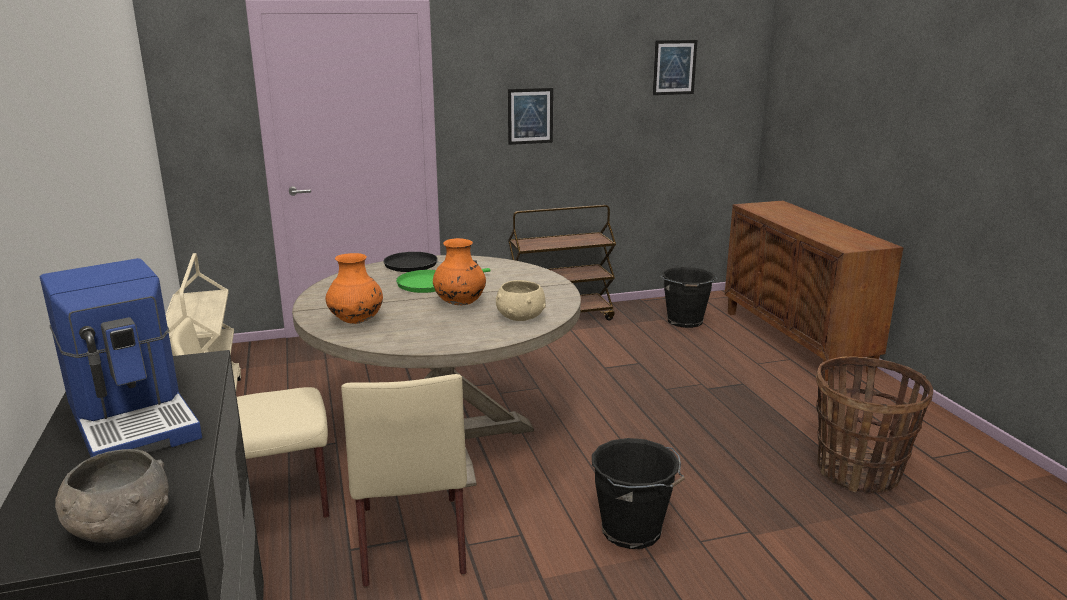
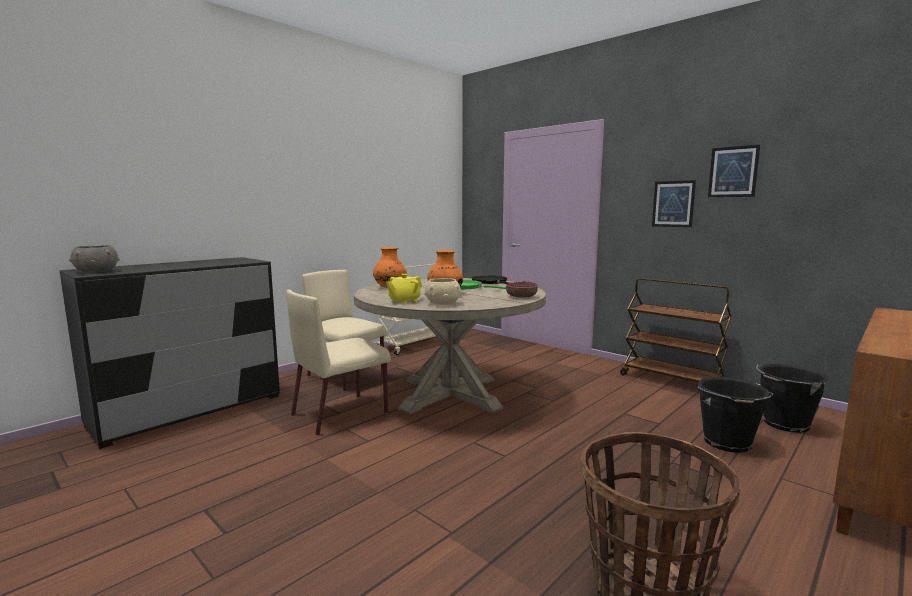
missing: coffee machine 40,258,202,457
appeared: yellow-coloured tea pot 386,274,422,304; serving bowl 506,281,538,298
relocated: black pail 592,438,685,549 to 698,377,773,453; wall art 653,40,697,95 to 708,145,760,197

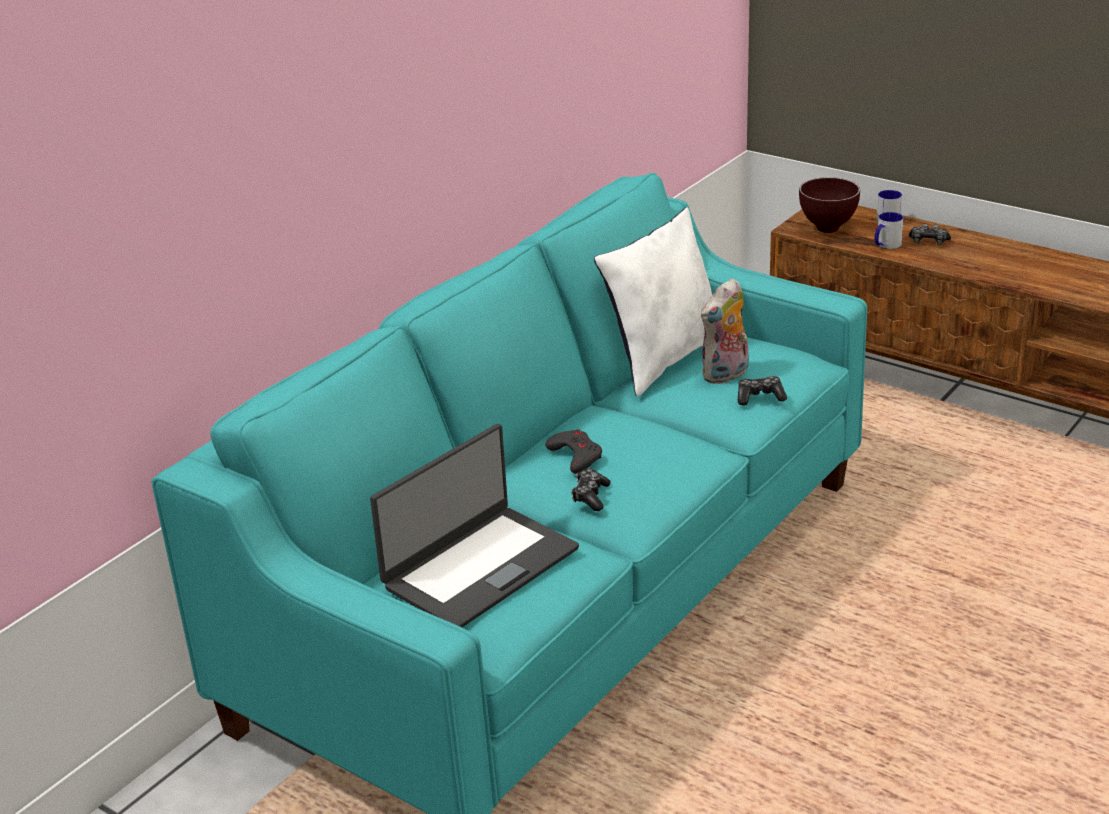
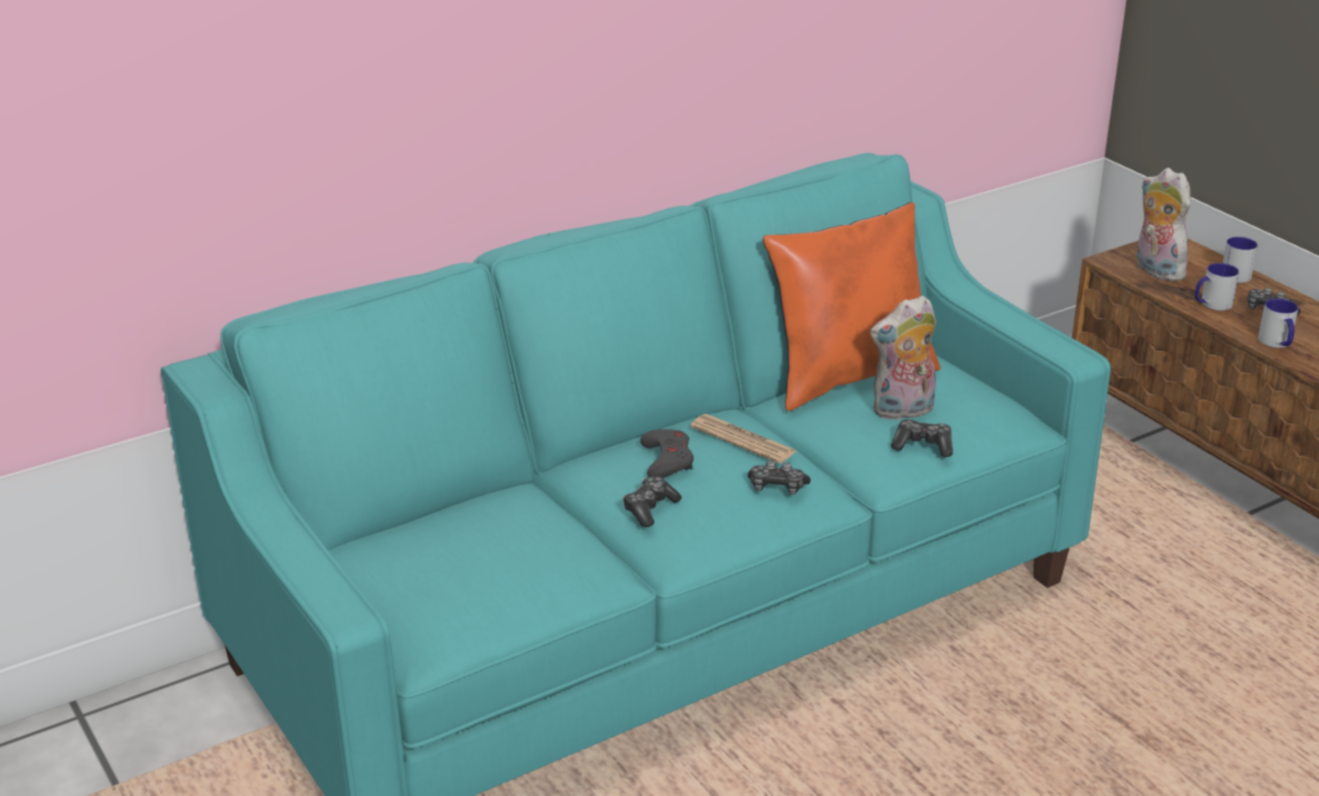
missing: portable computer 370,424,579,627
appeared: printed paper 690,414,796,464; joypad 748,461,811,495; coffee mug 1258,298,1298,348
exchanged: brown serving bowl 799,177,860,233 to soft toy 1136,168,1191,281
colour: whitish pillow 594,208,712,396 to orange pillow 763,202,941,411

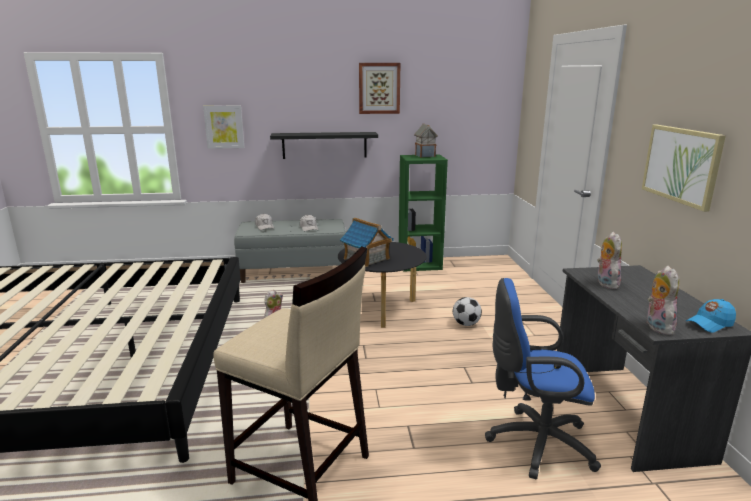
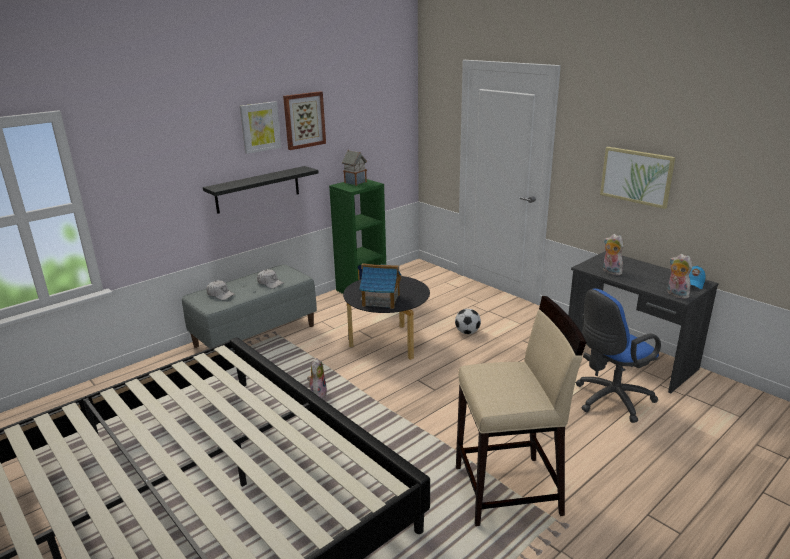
relocated: wall art 203,106,244,149 to 240,101,281,154

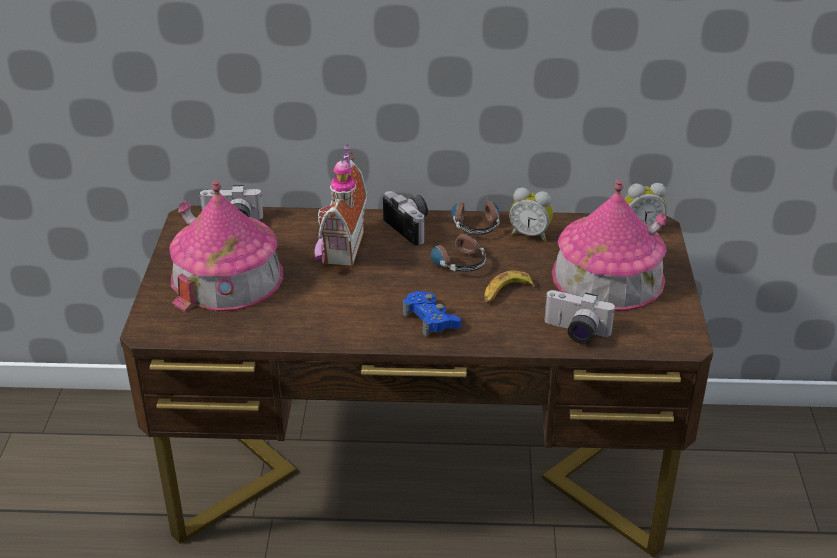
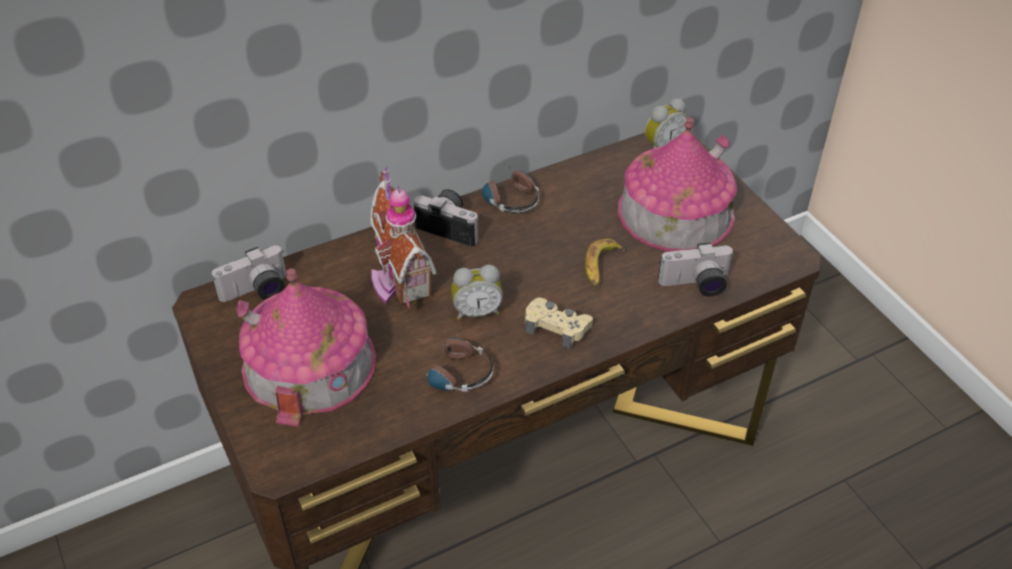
relocated: pair of headphones 431,230,486,272 to 417,337,493,392; bedside clock 509,187,553,241 to 451,265,503,320
colour: blue joypad 402,291,461,337 to beige-coloured joypad 525,298,593,349

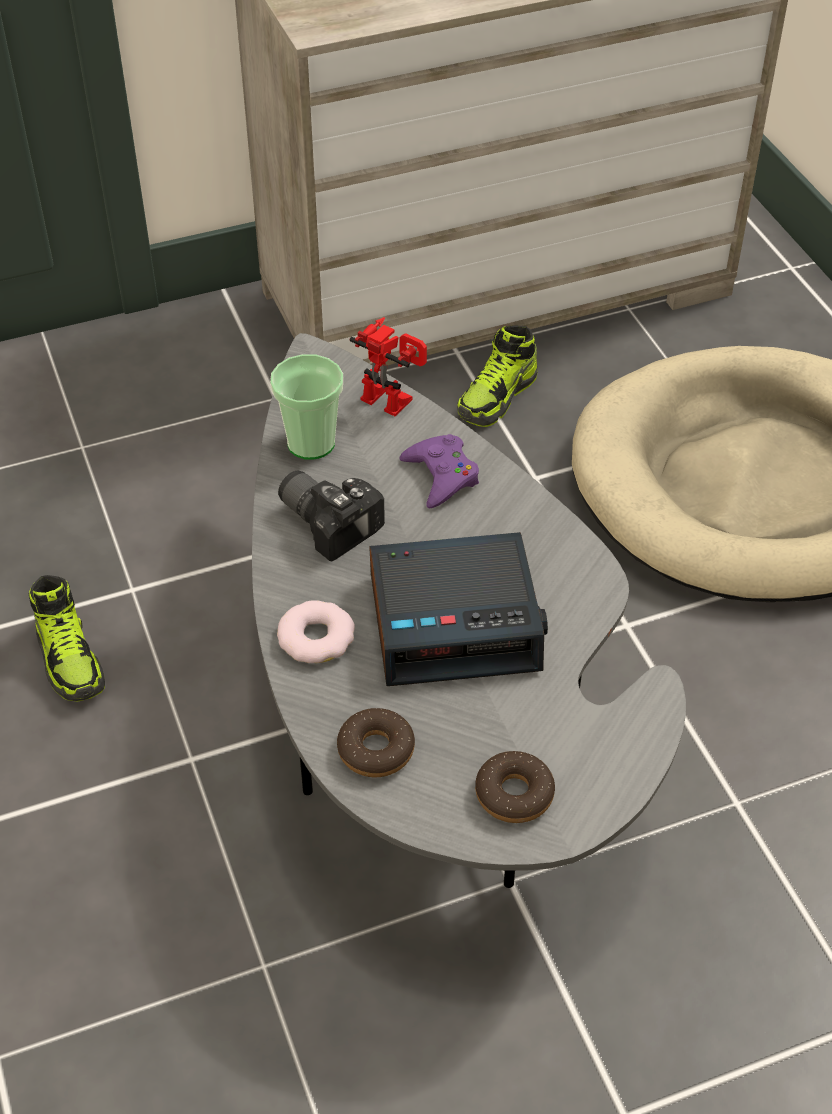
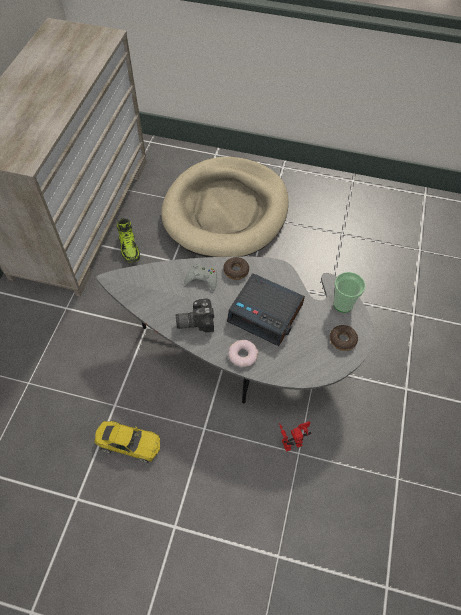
relocated: small cup 270,354,343,460 to 333,272,366,313; donut 337,708,415,777 to 223,257,249,280; model robot 349,317,427,416 to 279,422,311,452
exchanged: low shoe 28,575,105,701 to yellow-coloured model car 94,421,160,463
colour: purplish joypad 400,434,479,508 to grey joypad 184,263,217,291
spun: bedside clock 369,532,548,686 = 227,273,305,346 90 degrees clockwise

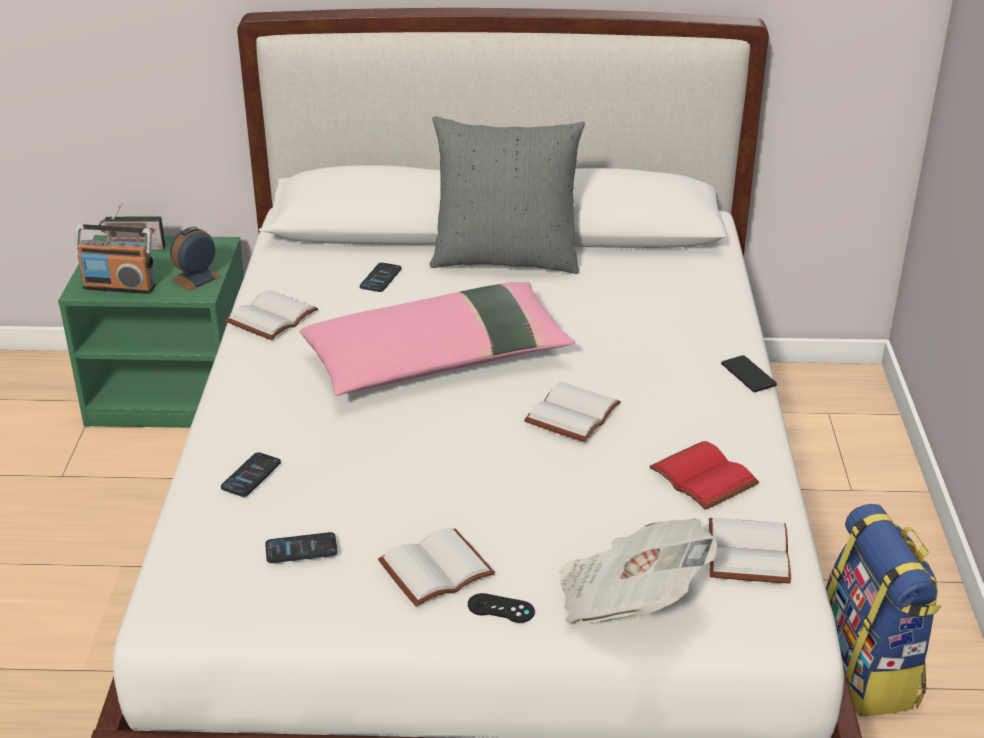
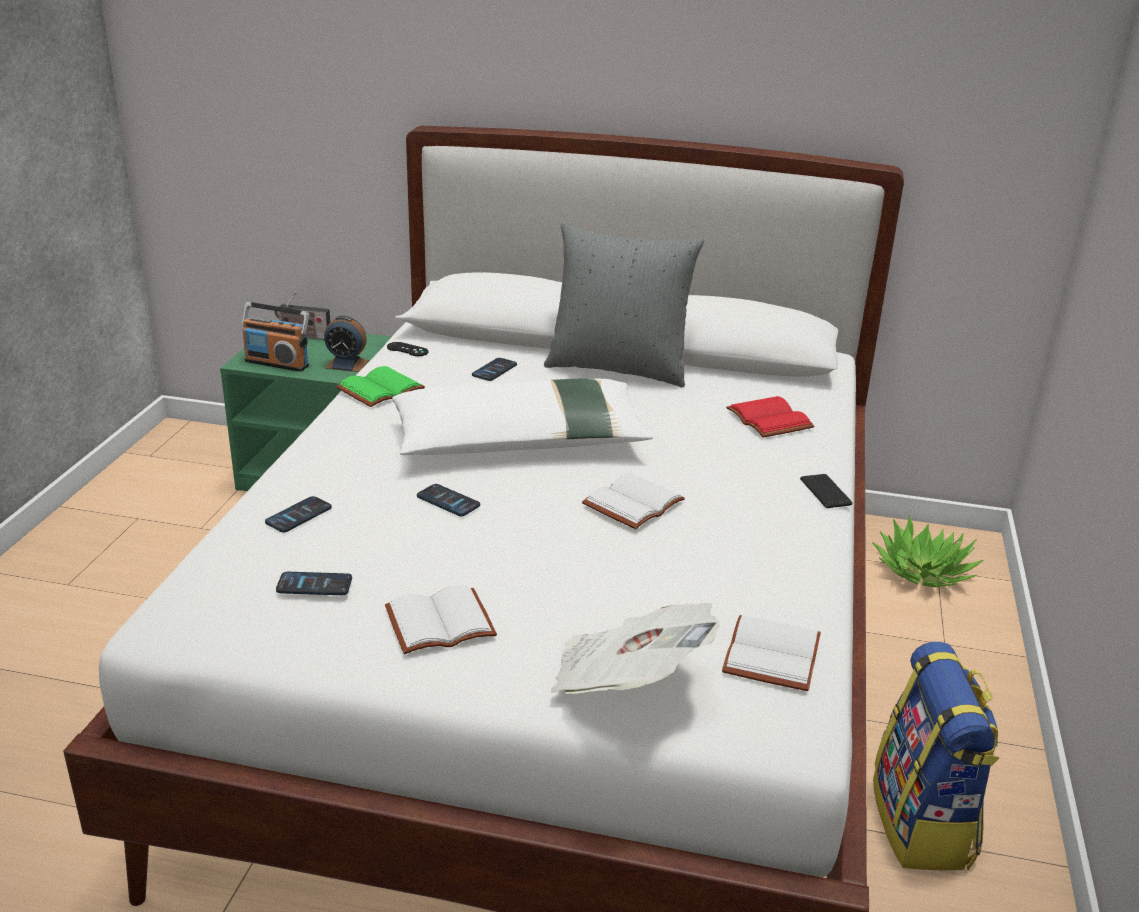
appeared: handset 417,484,480,516; plant in a pot 873,515,983,587
relocated: black joypad 468,593,535,623 to 387,342,428,356; red-coloured bound book 649,441,759,510 to 726,396,814,437
colour: whitish bound book 225,290,318,340 to green bound book 336,366,425,407; pink-coloured pillow 299,282,575,396 to whitish pillow 392,378,653,455
spun: bedside clock 170,226,222,291 = 324,316,369,372 135 degrees counterclockwise

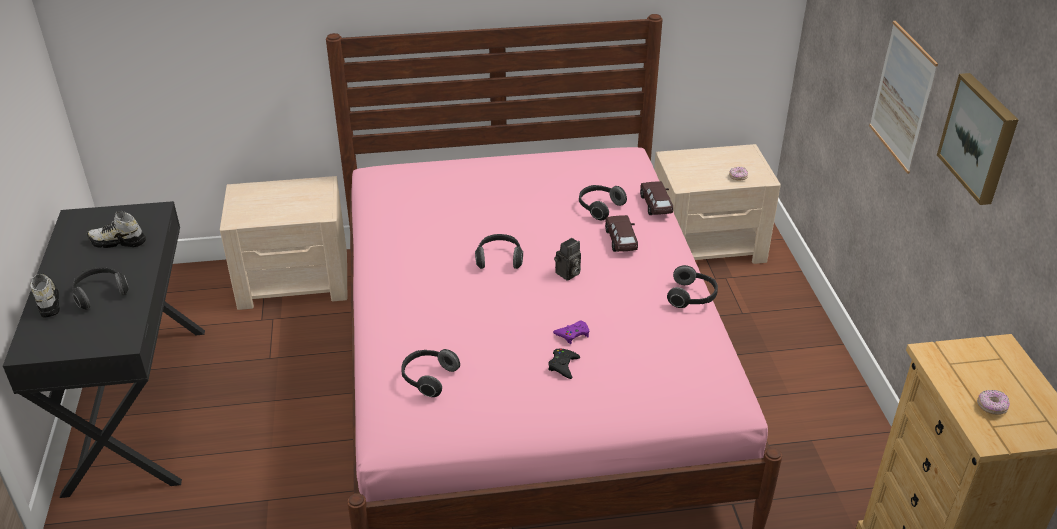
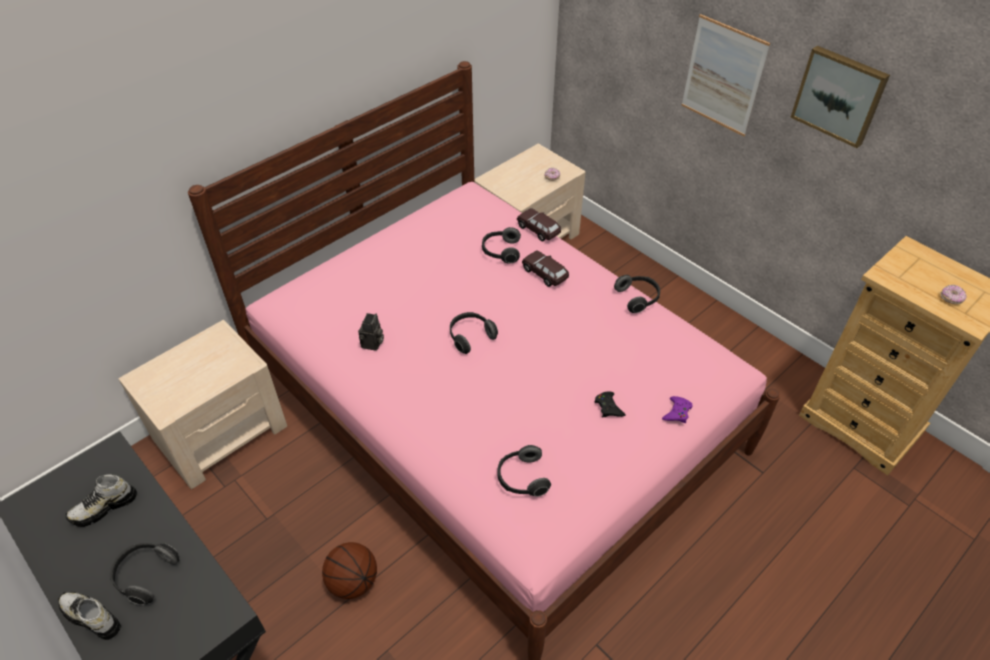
appeared: ball for basketball 322,542,377,599
relocated: purplish joypad 553,321,590,344 to 662,396,692,423; photo camera 554,238,581,281 to 358,313,384,351

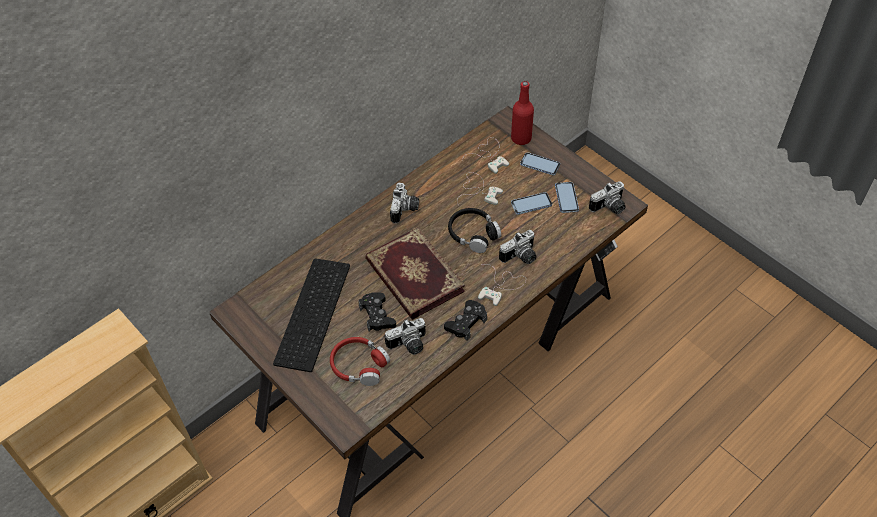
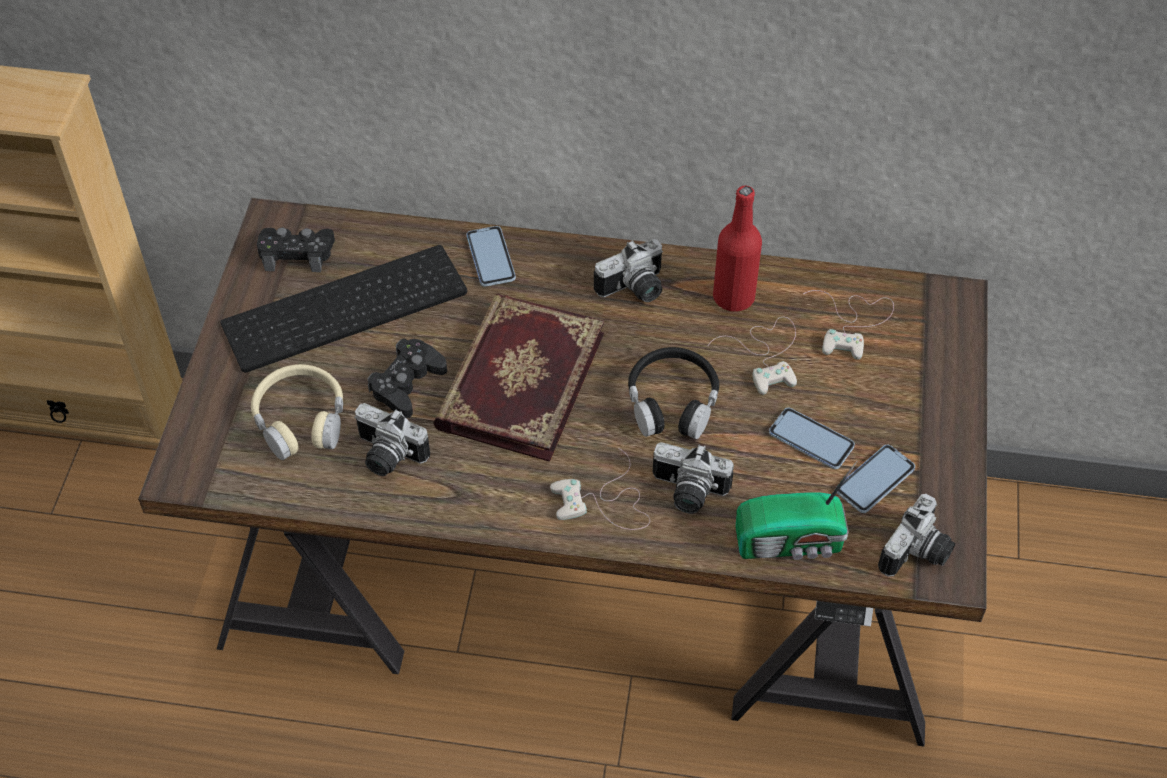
appeared: radio receiver 736,461,857,560
relocated: black joypad 444,300,487,341 to 257,228,335,272; red-coloured beverage bottle 511,81,534,145 to 713,186,762,312; handset 520,152,560,175 to 466,226,516,287
colour: red-coloured pair of headphones 330,337,390,386 to beige-coloured pair of headphones 251,364,343,460
spun: photo camera 589,181,626,214 = 878,494,955,577 75 degrees counterclockwise

